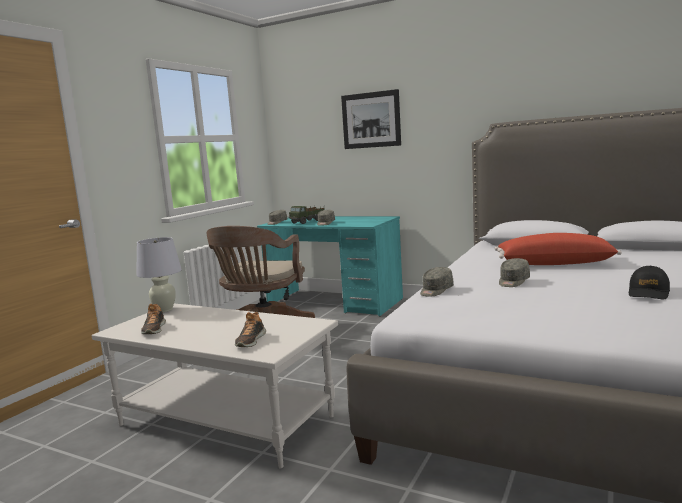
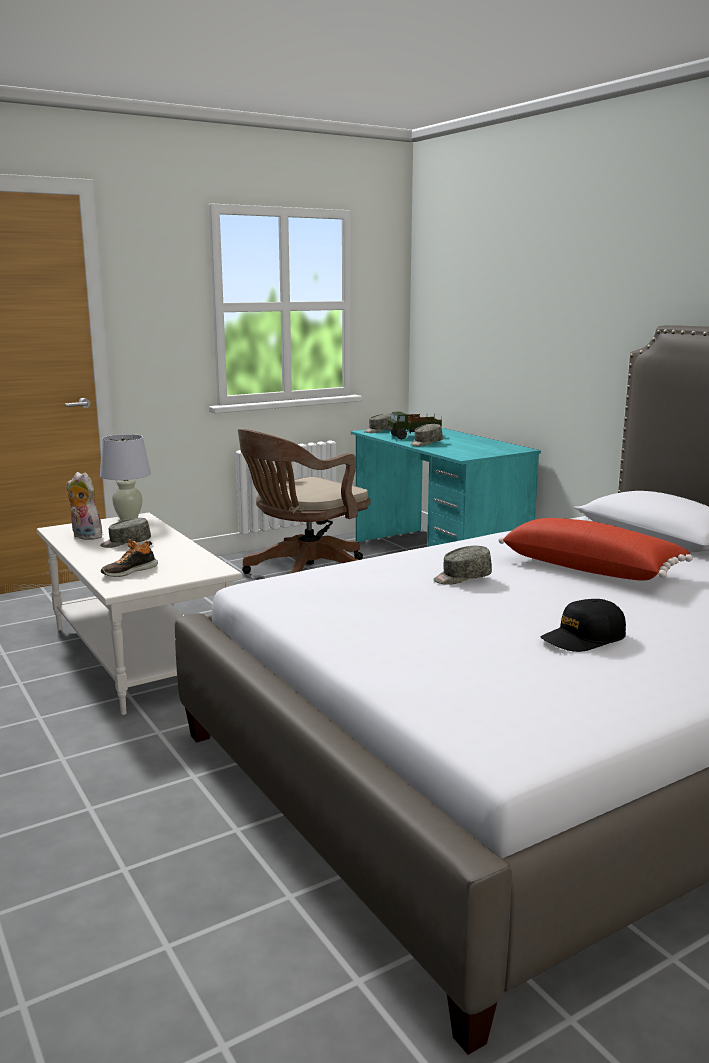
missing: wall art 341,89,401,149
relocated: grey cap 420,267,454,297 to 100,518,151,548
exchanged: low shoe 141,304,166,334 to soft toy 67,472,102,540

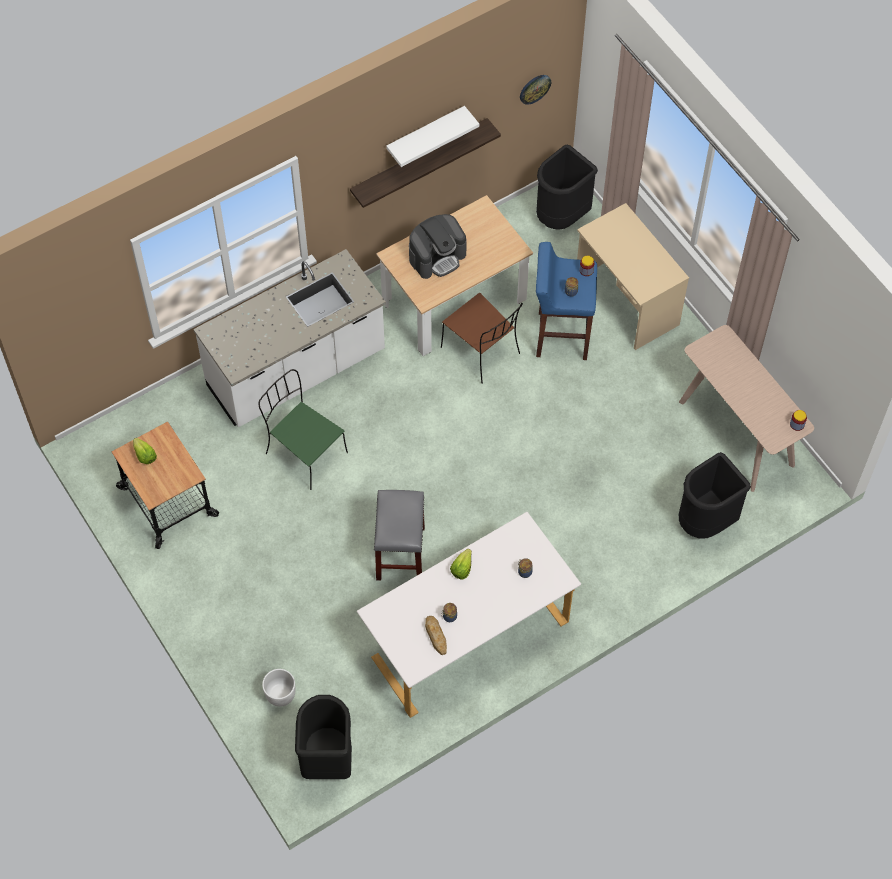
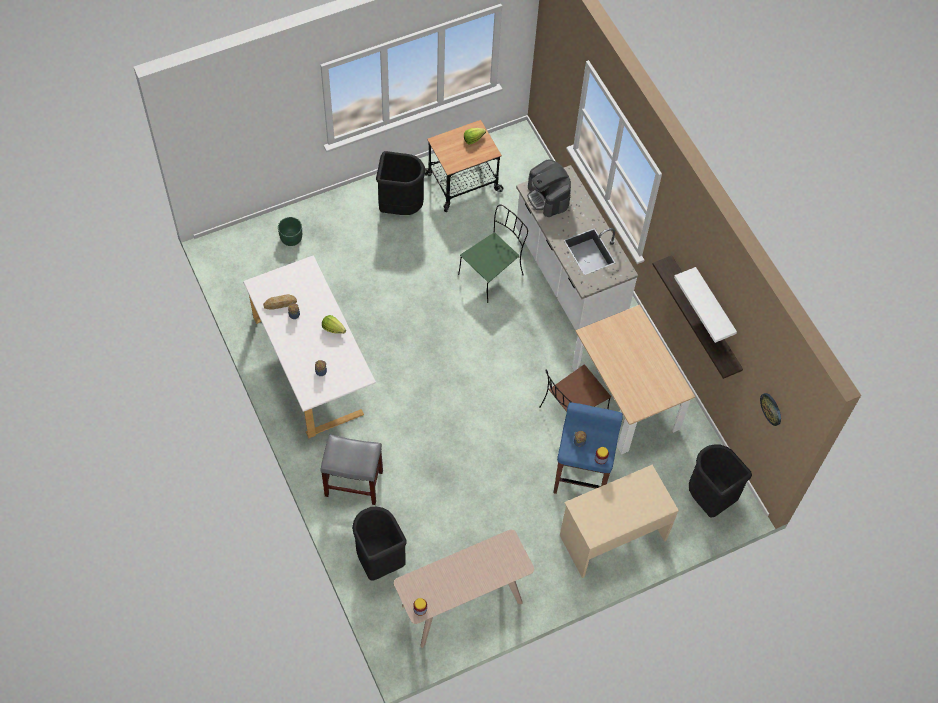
relocated: black trash can 295,695,352,779 to 376,151,426,215; grey stool seat 374,490,425,581 to 321,434,383,505; coffee machine 409,214,467,279 to 527,159,571,217
colour: whitish flower pot 262,669,296,707 to green flower pot 278,217,302,246

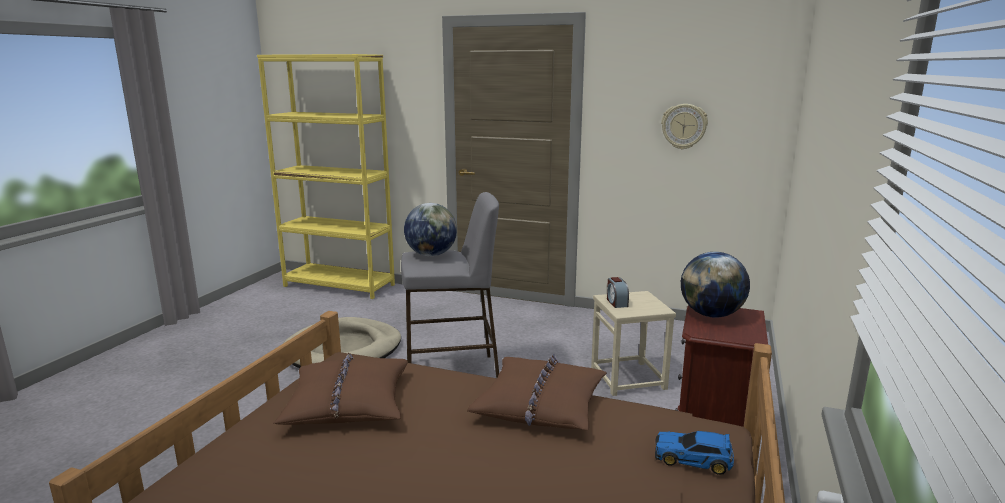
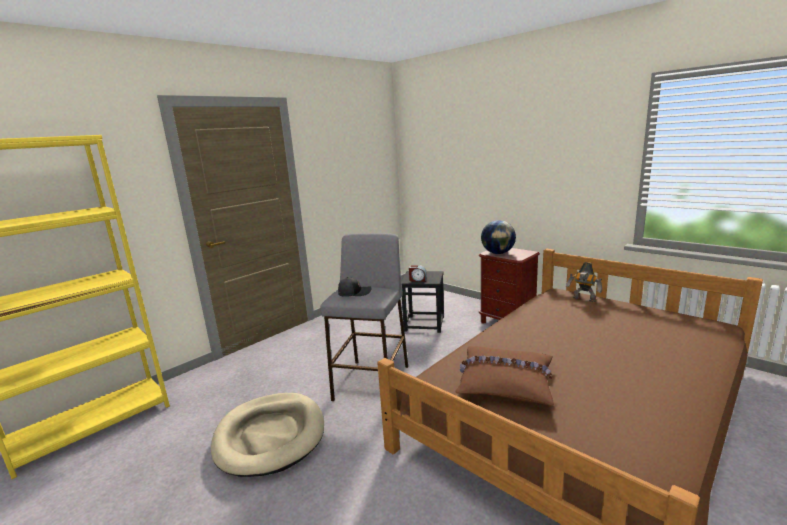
missing: brown pillow 467,354,607,430; hanging clock 661,104,708,150
exchanged: globe 404,203,457,256 to black cap 338,277,371,297; model car 655,431,734,475 to model robot 566,262,602,302
colour: beige-coloured stool seat 591,291,676,396 to black stool seat 402,271,444,333

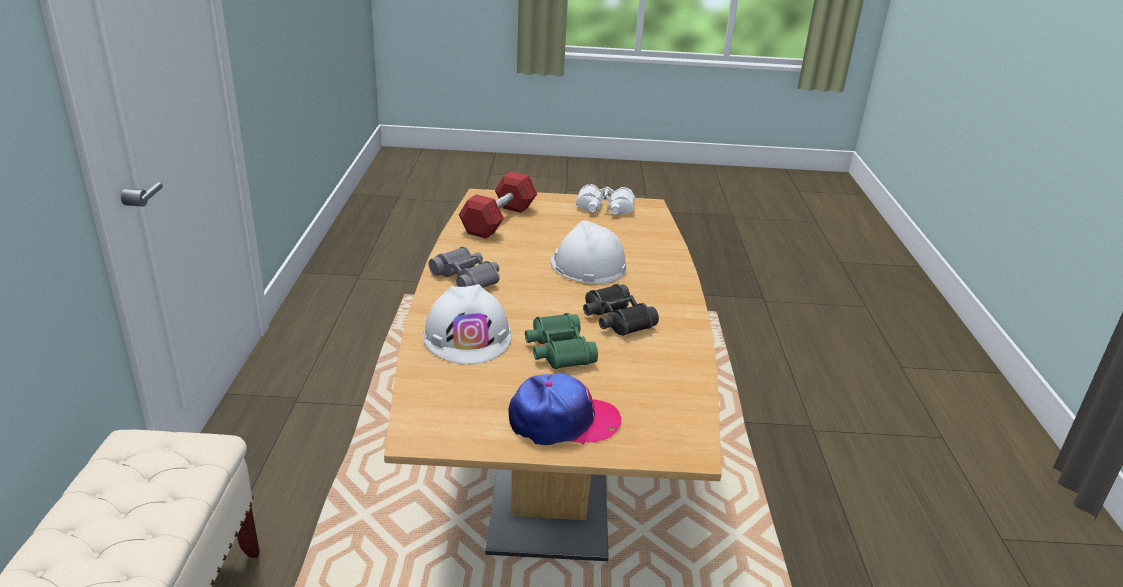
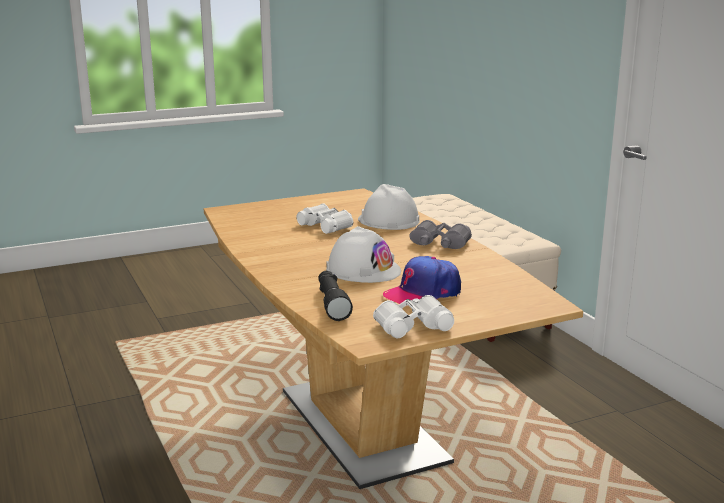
missing: red-coloured free weight 459,172,537,239; black field glasses 583,284,659,336
appeared: black flashlight 318,271,353,321
relocated: cap 508,373,621,445 to 383,256,461,304
colour: green field glasses 525,313,598,369 to whitish field glasses 297,203,353,234

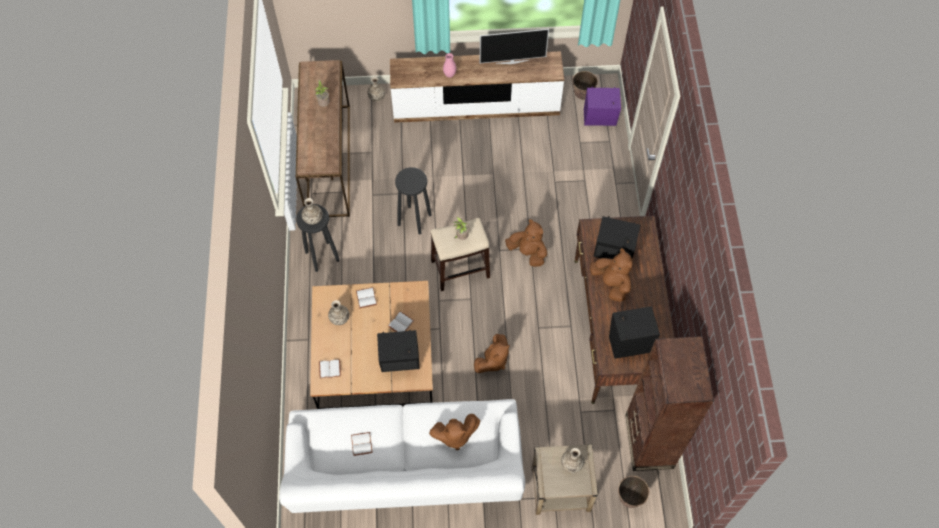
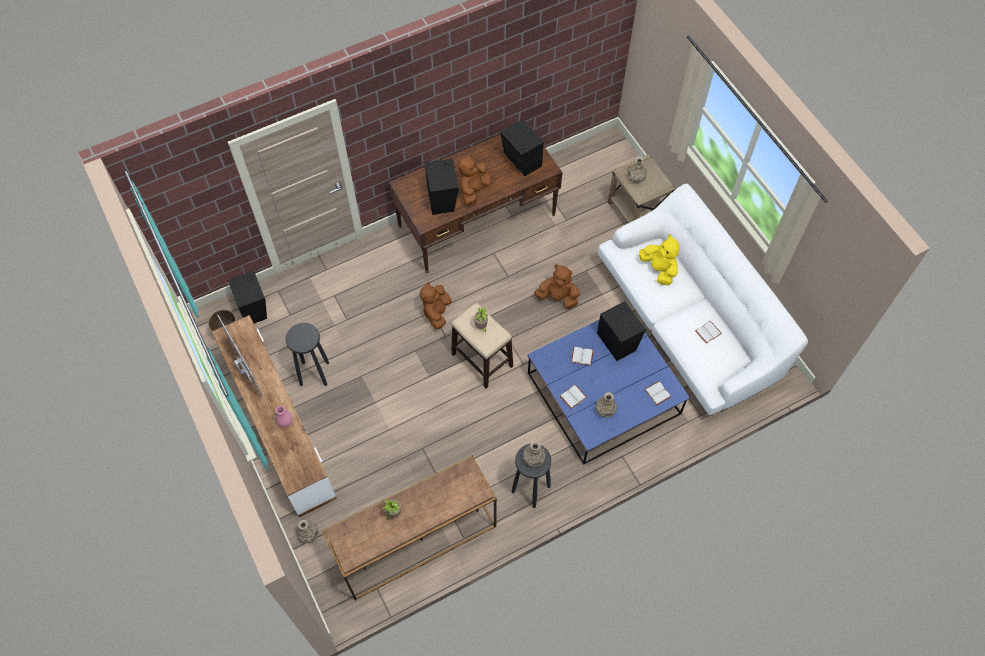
missing: flower pot 618,476,649,508; brown shelving unit 625,336,714,471
relocated: black stool seat 395,167,431,234 to 286,323,329,386
colour: brown lounge table 310,281,433,409 to blue lounge table 527,320,690,465; brown soft toy 429,414,480,450 to yellow-coloured soft toy 639,234,679,285; purplish loudspeaker 584,86,621,126 to black loudspeaker 228,270,267,324

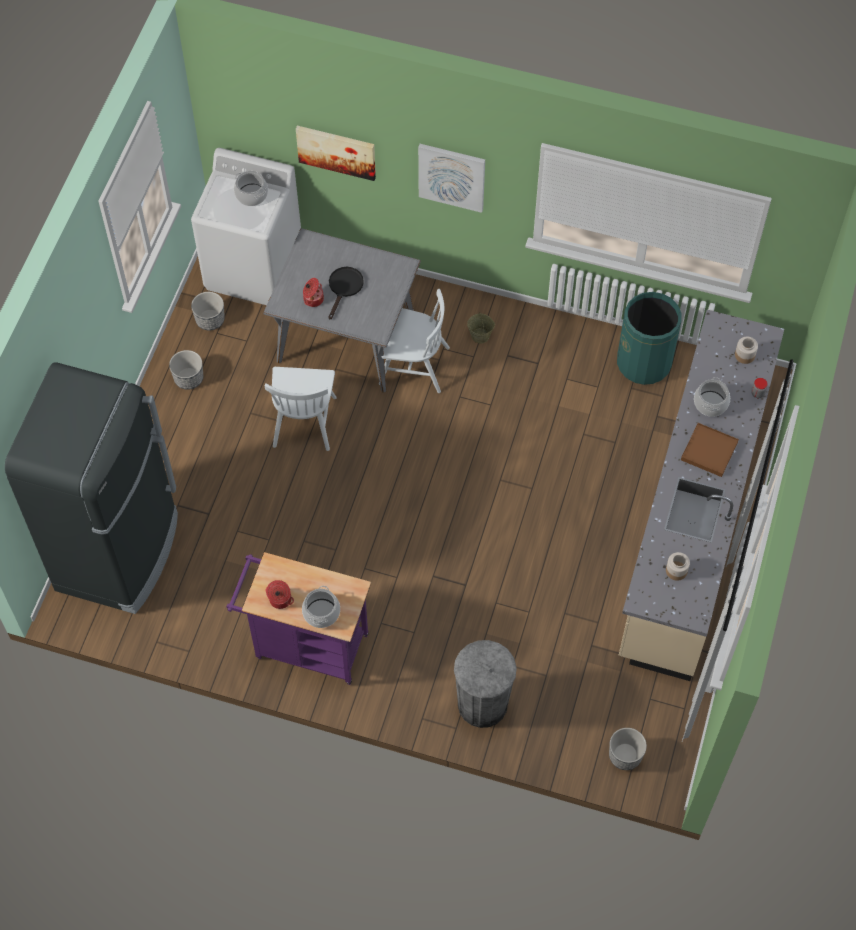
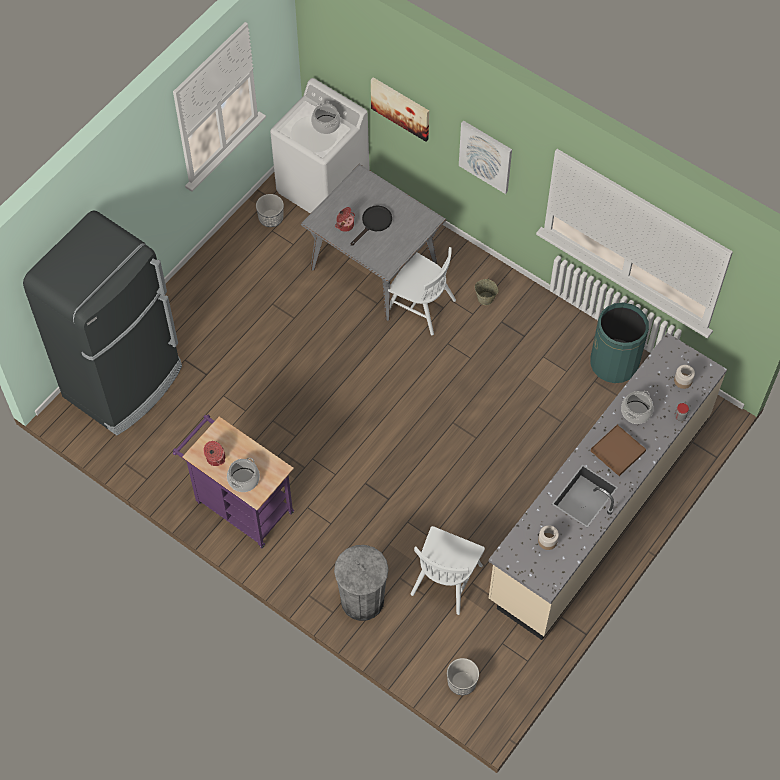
missing: flower pot 169,350,203,390
relocated: whitish chair 265,367,337,451 to 411,526,485,615

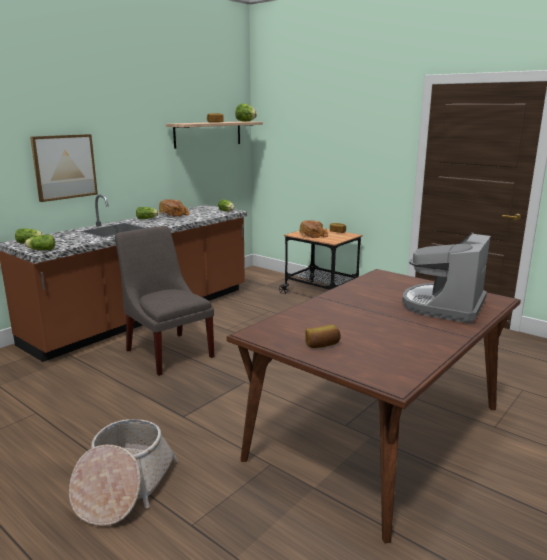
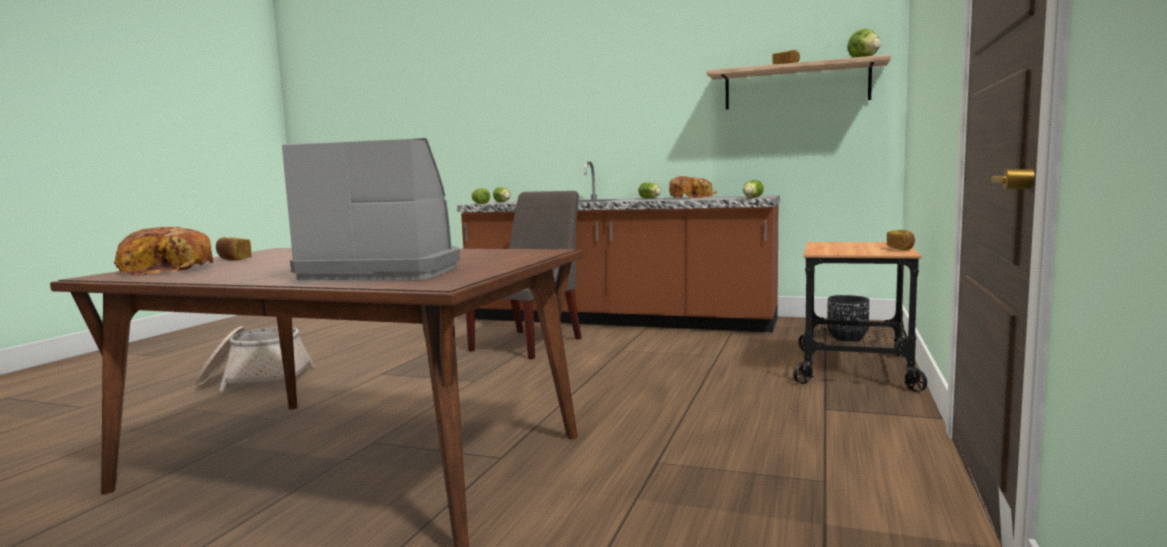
missing: wall art 30,134,98,202
appeared: black flower pot 827,295,869,342
relocated: bakery bread 300,220,328,238 to 114,227,213,276

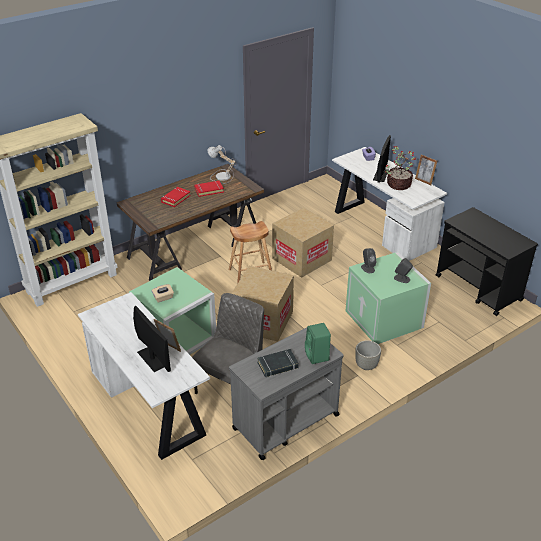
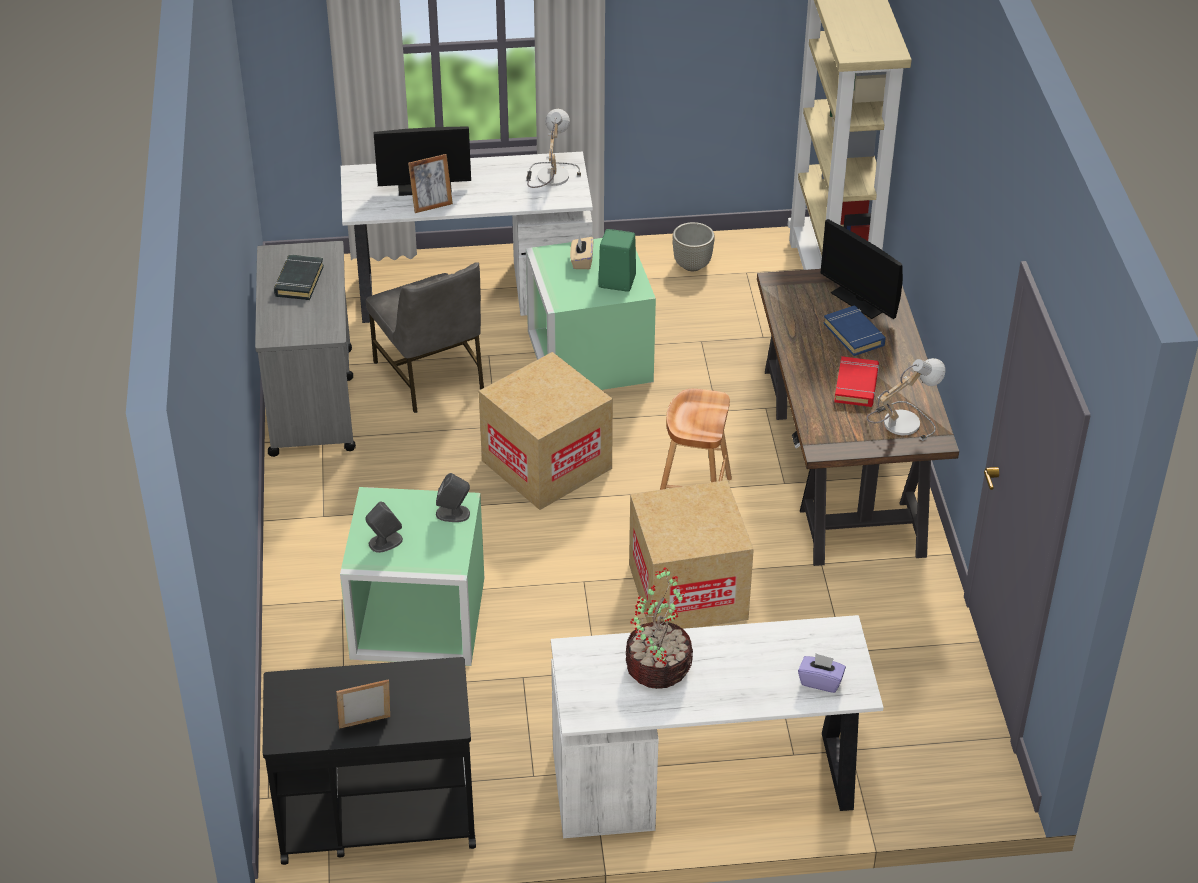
appeared: lamp for a table 526,109,581,188
relocated: green loudspeaker 305,323,331,364 to 598,229,636,292; grey flower pot 355,341,381,370 to 673,222,715,271; computer screen 373,135,391,183 to 820,219,903,319; photo frame 415,155,437,185 to 336,679,390,729
colour: red-coloured bound book 161,187,191,207 to blue bound book 824,305,886,356

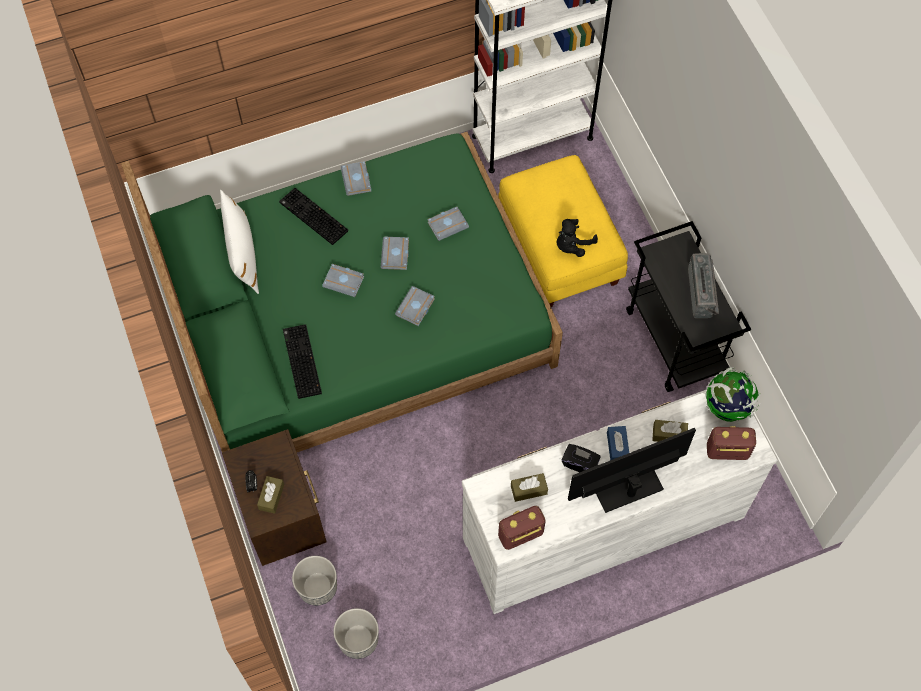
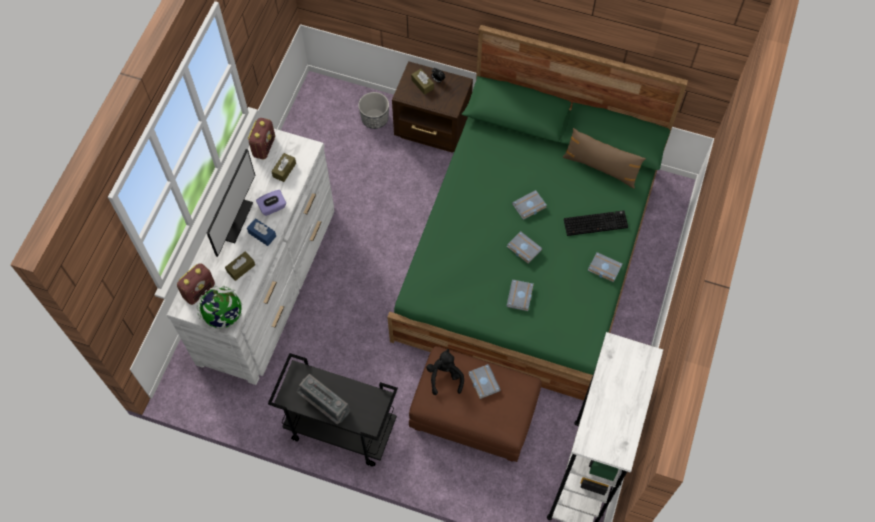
missing: keyboard 283,324,322,399; flower pot 333,608,379,659
relocated: grey bound book 395,286,435,326 to 468,364,500,399
colour: whitish pillow 220,190,259,294 to brown pillow 563,128,646,189; yellow-coloured ottoman 498,155,628,307 to brown ottoman 409,346,541,462; black tissue holder 561,444,601,472 to purplish tissue holder 256,190,286,216

